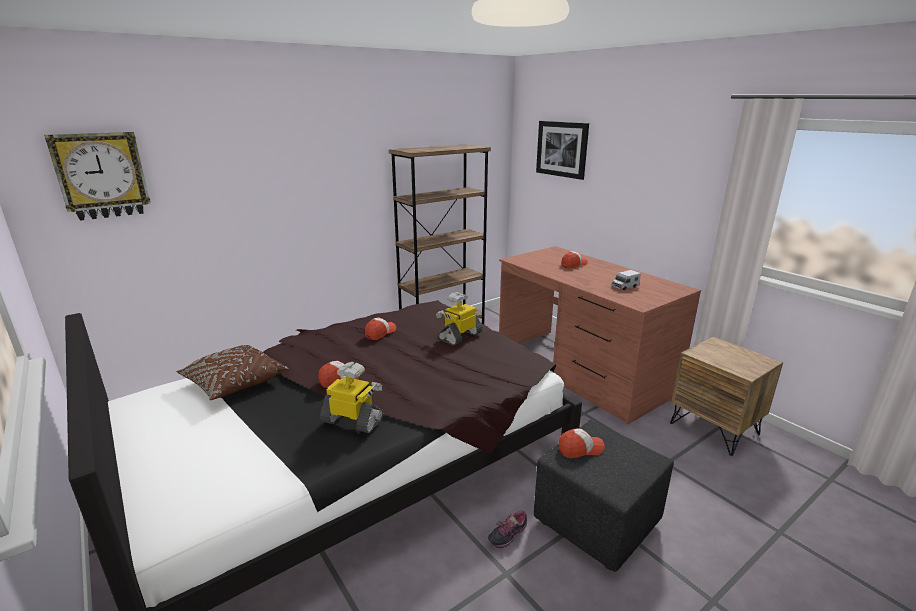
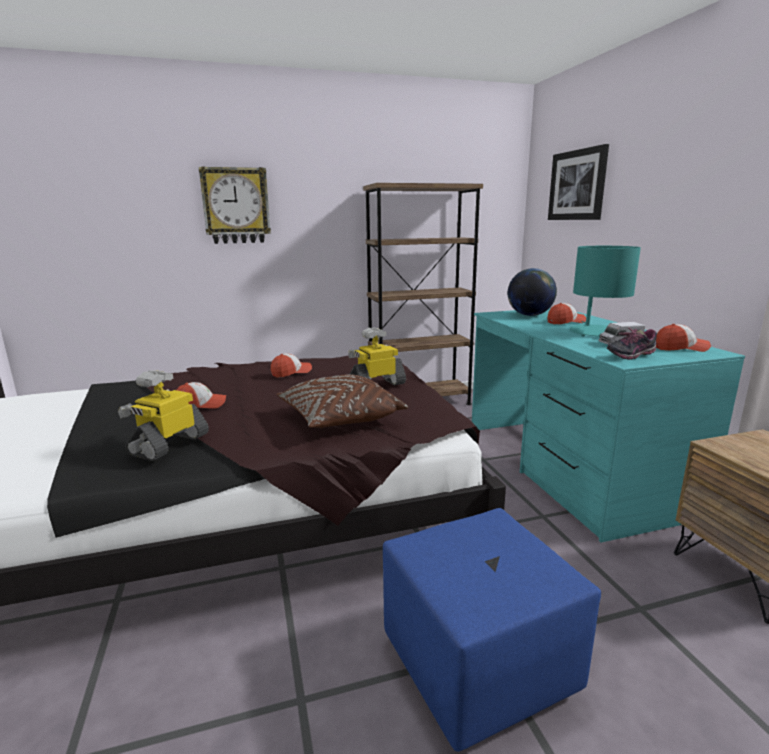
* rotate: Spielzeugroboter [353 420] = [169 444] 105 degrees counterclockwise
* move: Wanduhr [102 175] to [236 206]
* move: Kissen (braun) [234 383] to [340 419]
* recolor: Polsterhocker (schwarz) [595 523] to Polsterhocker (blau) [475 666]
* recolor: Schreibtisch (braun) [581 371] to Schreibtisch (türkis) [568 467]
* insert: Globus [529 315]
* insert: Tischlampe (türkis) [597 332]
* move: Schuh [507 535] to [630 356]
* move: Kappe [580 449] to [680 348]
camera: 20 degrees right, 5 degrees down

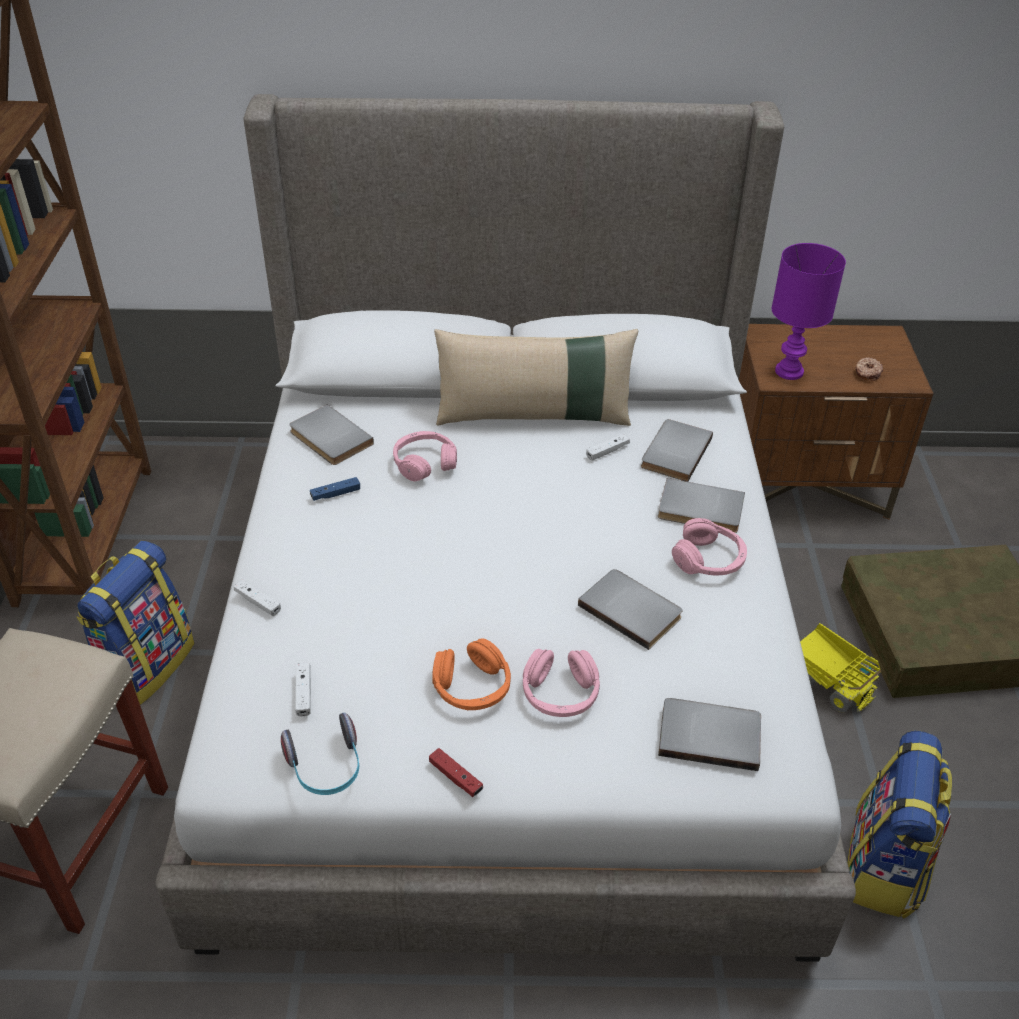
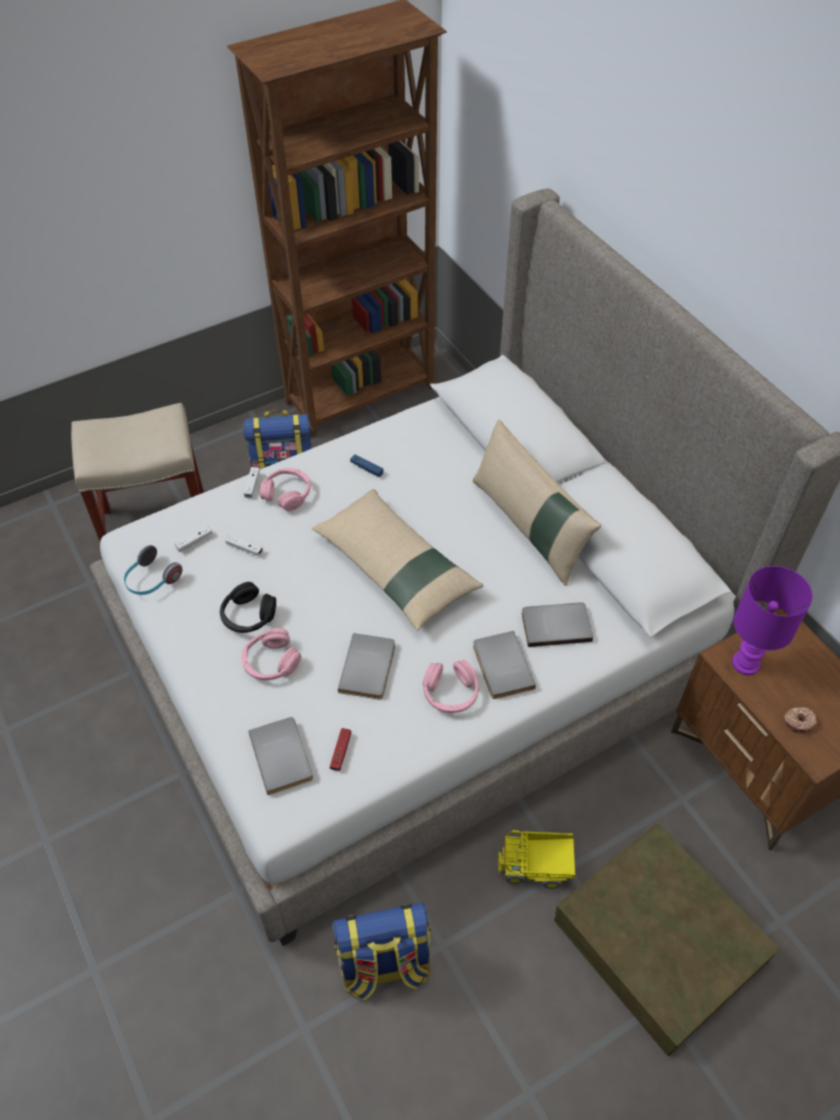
* recolor: Kopfhörer (orange) [472 687] to Kopfhörer (schwarz) [248 616]
* move: Gamepad (weiß) [607 451] to [244 548]
* move: Kopfhörer (rosa) [424 463] to [287 494]
* insert: Kissen (beige) [395 567]
* move: Gamepad (rot) [455 777] to [341 752]
* rotate: Spielzeuglaster [828 682] = [536 866] 75 degrees clockwise
* delete: Buch (grau) [328 439]
camera: 60 degrees right, 10 degrees up

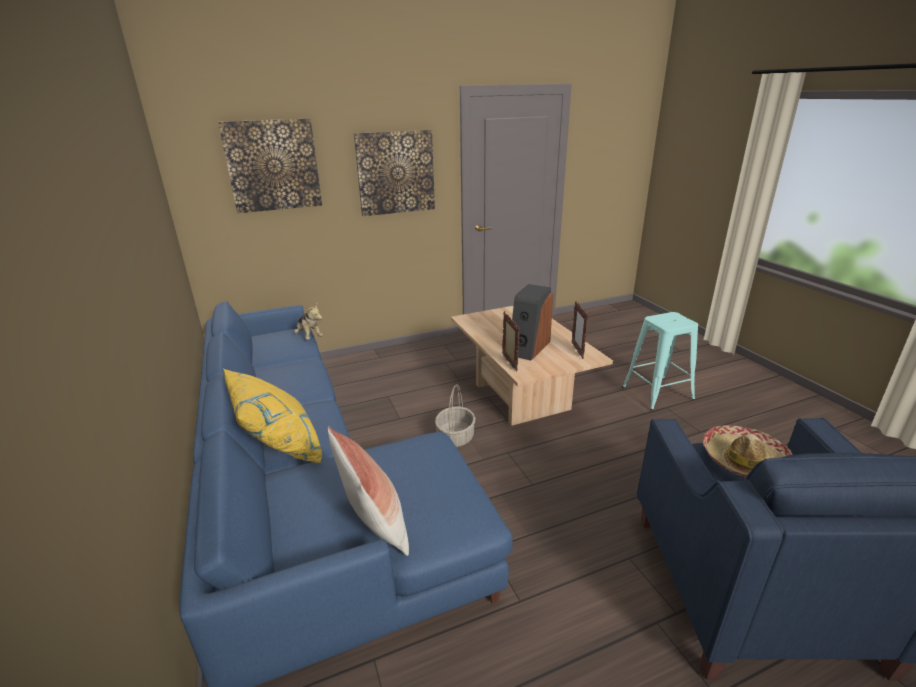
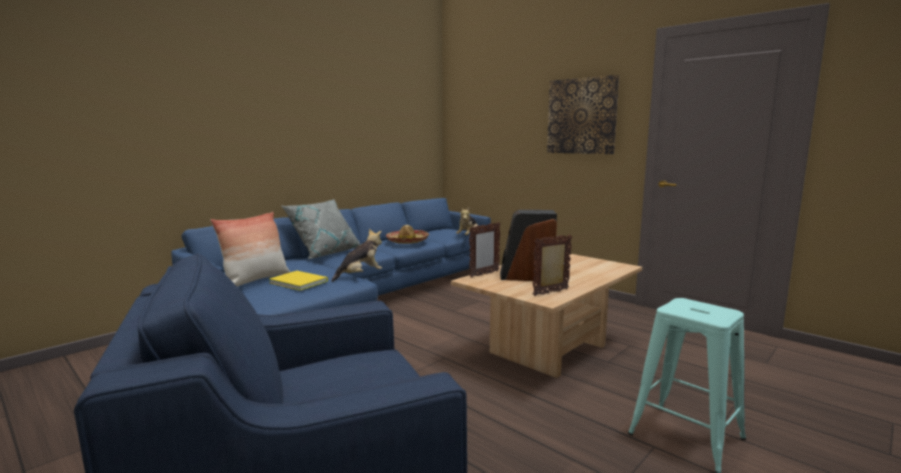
* insert: Buch (gelb) [298 281]
* recolor: Kissen (gelb) [280 447] to Kissen (grau) [325 253]
* insert: Plüschtier [360 276]
* move: Hut [744 460] to [407 241]
* delete: Bild [273 165]
* delete: Korb [455 438]
camera: 65 degrees right, 15 degrees down

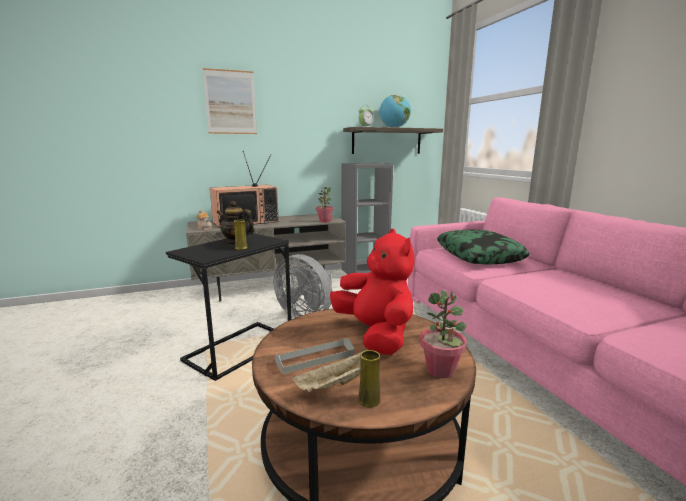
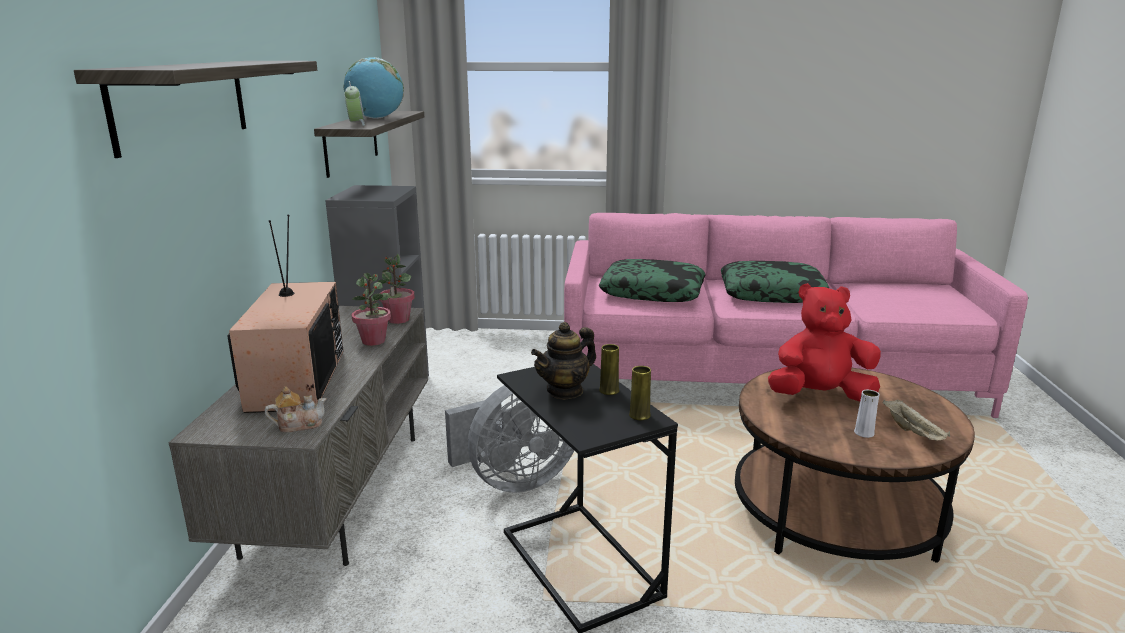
* replace: Bild [230 102] to Wandregal [182 103]
* move: Topfpflanze [440 370] to [374 341]
* move: Vase (gelb) [369 400] to [639 415]
* insert: Kissen [772 293]
* replace: Tablett (grau) [315 358] to Vase (weiß) [864 433]
camera: 65 degrees left, 5 degrees up

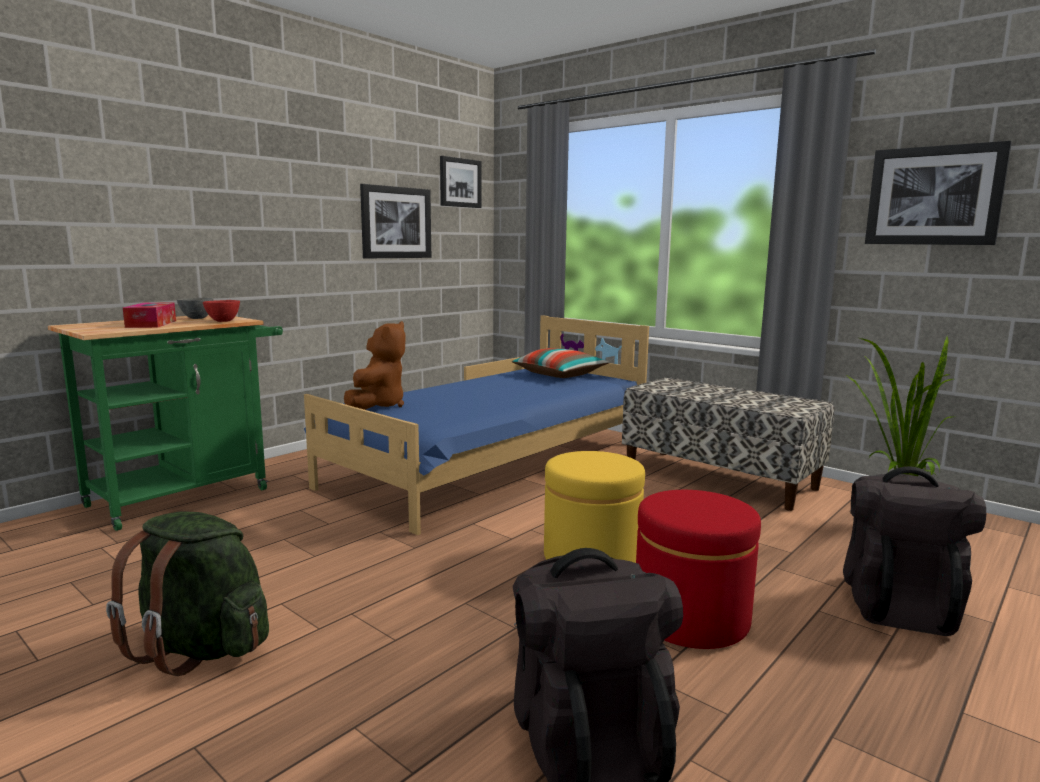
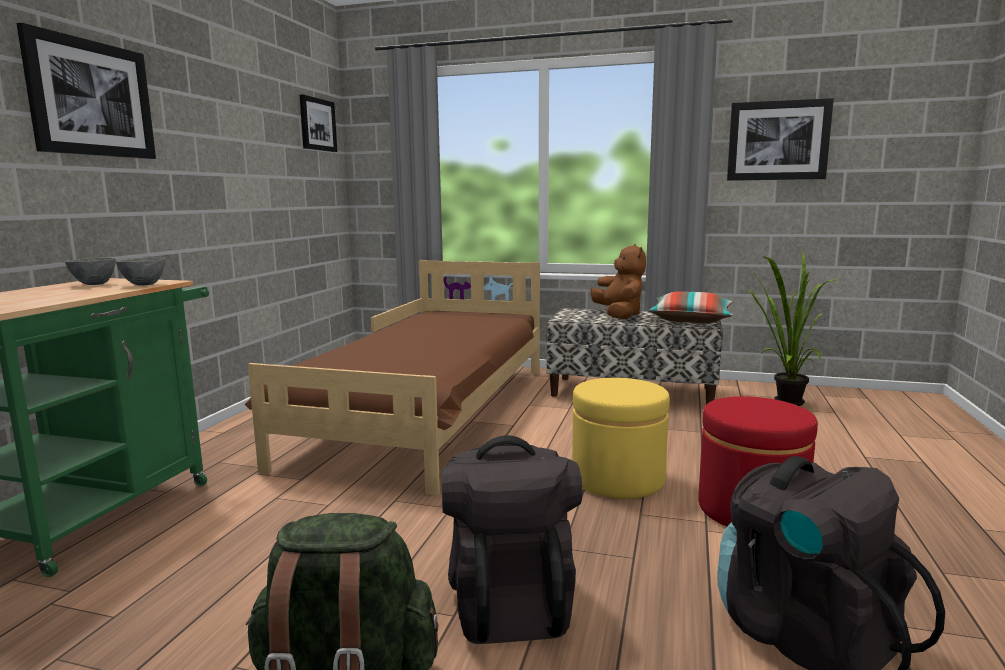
* move: Bild [396 222] to [91 98]
* recolor: Schüssel (rot) [222 321] to Schüssel (grau) [144 285]
* recolor: Bett (blau) [493 465] to Bett (braun) [429 413]
* move: Rucksack (schwarz) [898 604] to [509 601]
* move: Plüschtier (braun) [377 405] to [619 315]
* move: Kissen [559 375] to [690 320]
* delete: Taschentuchbox [151 324]
camera: 25 degrees left, 0 degrees up

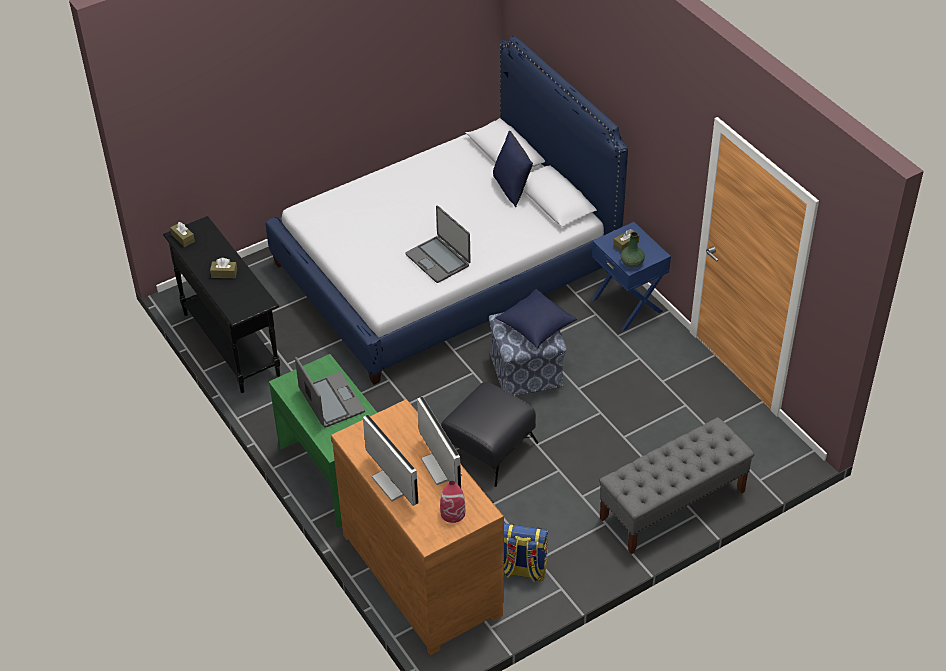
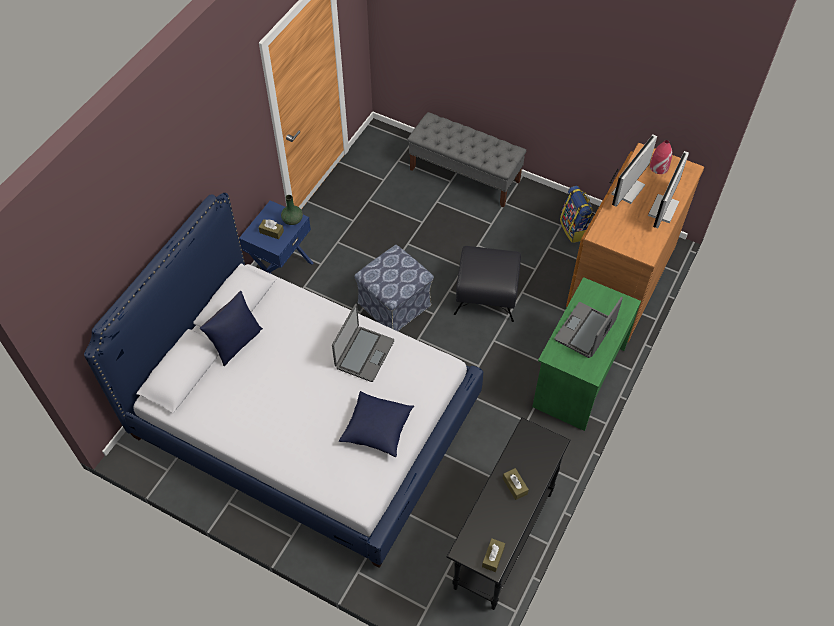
* move: Kissen (blau) [535 327] to [377 429]
camera: 120 degrees left, 10 degrees up

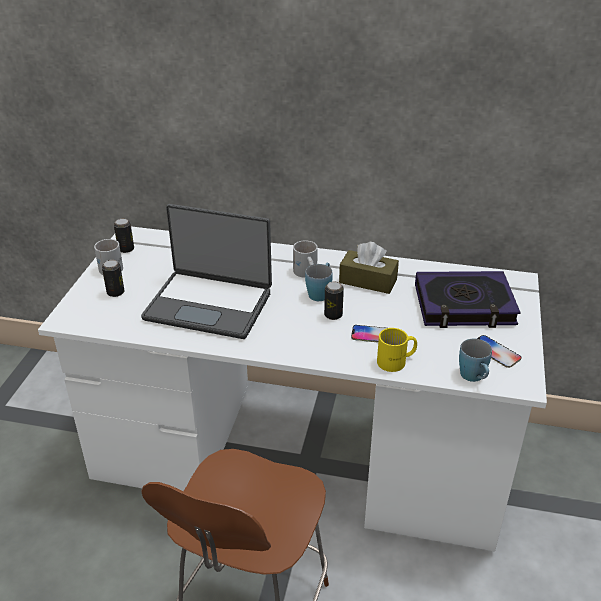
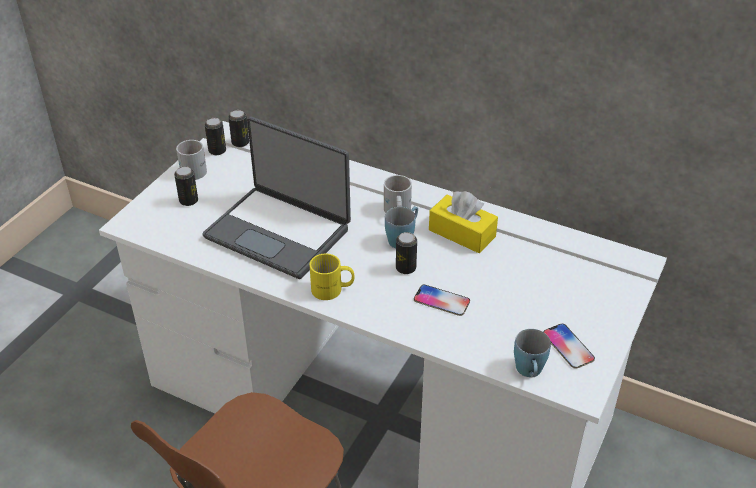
* insert: Dose [240 143]
* move: Henkelbecher (gelb) [397 361] to [332 290]
* recolor: Taschentuchbox (braun) [368 281] to Taschentuchbox (gelb) [462 233]
* delete: Buch [464 305]
camera: 15 degrees right, 5 degrees up

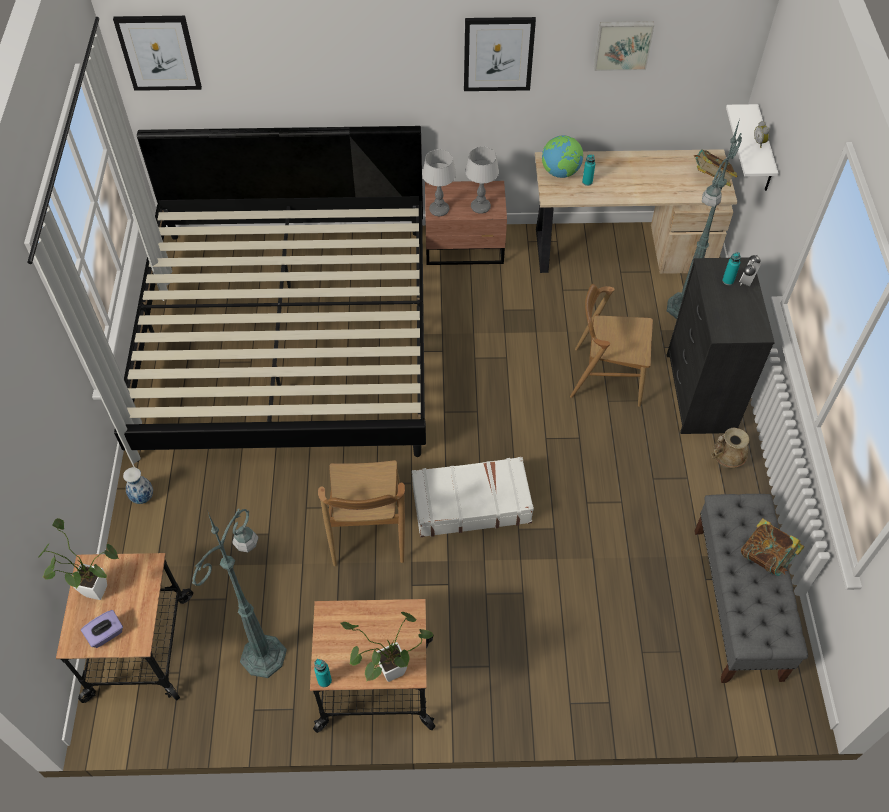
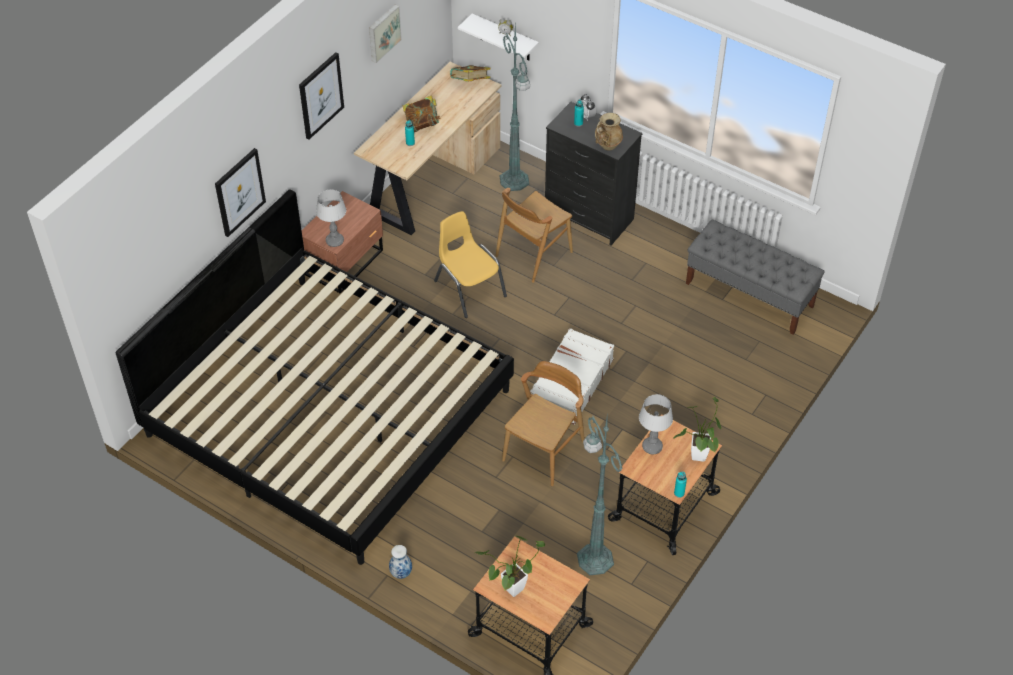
* move: Bild [159 52] to [239 192]
* move: Buch [766 557] to [422 124]
* insert: Stuhl (gelb) [469 288]
* rotate: Stuhl (braun) [367 530] = [544 451] 90 degrees counterclockwise
* move: Vase (beige) [726 460] to [607 146]
* move: Tischlampe [481 207] to [652 446]
* delete: Taschentuchbox (lila) [106 634]
* delete: Globus [560 172]
camera: 55 degrees left, 5 degrees down

